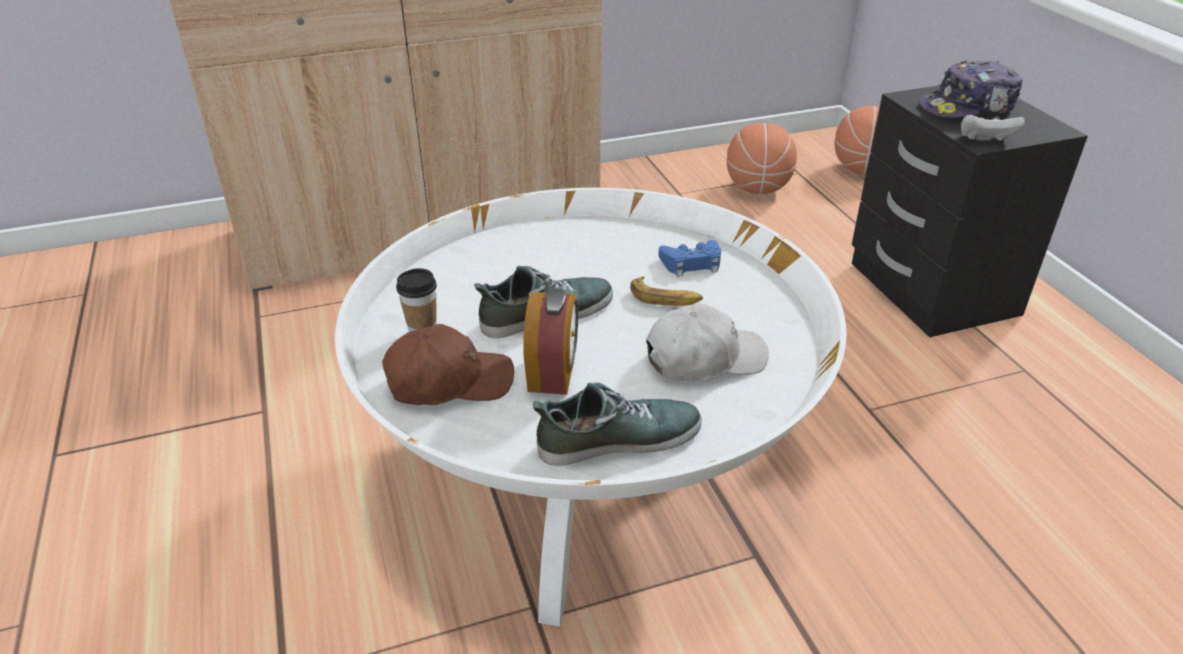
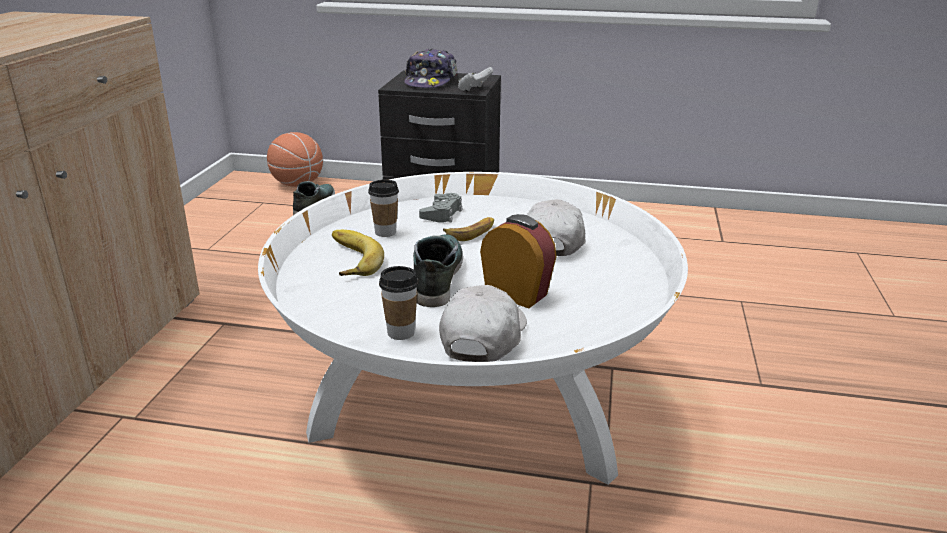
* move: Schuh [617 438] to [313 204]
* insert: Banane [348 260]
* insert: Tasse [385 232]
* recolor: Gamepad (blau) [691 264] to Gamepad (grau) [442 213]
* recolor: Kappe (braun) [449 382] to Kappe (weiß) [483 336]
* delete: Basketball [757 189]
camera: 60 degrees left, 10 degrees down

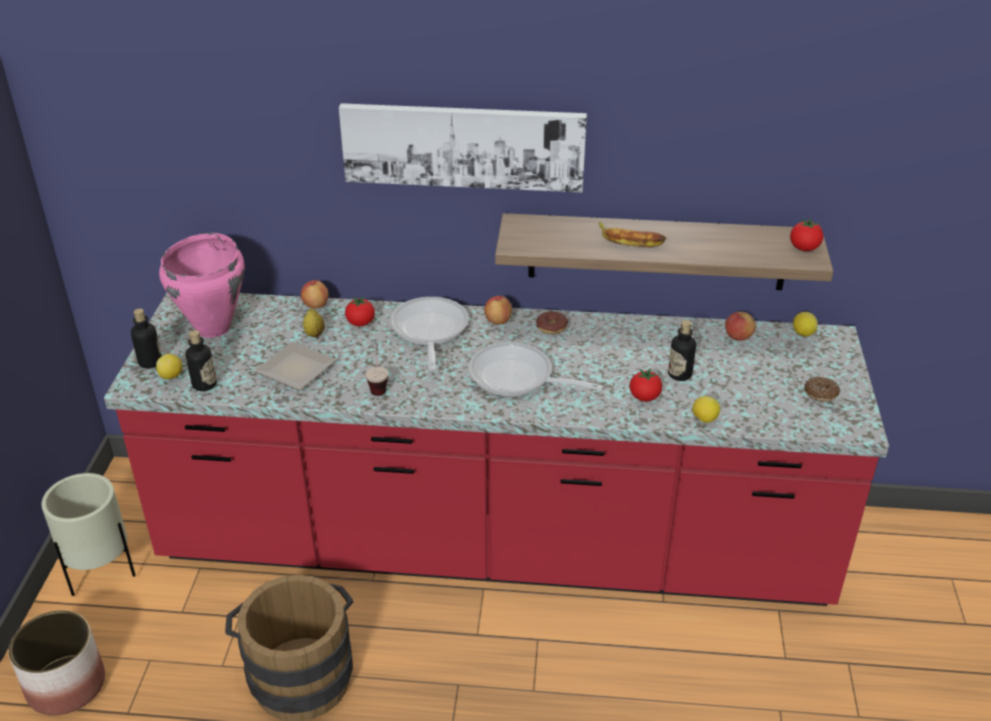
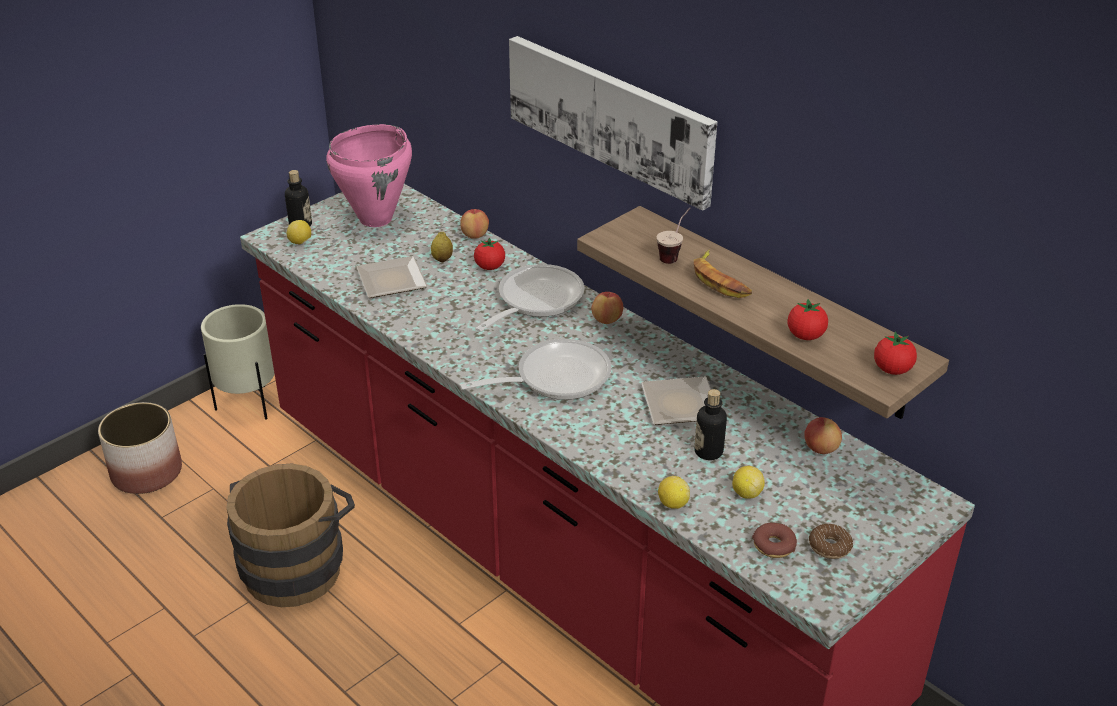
* rotate: Pfanne [517 378] = [554 377] 90 degrees clockwise
* insert: Teller [683 406]
* move: Tasse [378 385] to [674 254]
* move: Zitrone [803 333] to [746 493]
* move: Donut [551 327] to [773 546]
* move: Tomate [644 397] to [805 336]
* delete: Flasche [204 384]
camera: 40 degrees right, 0 degrees up

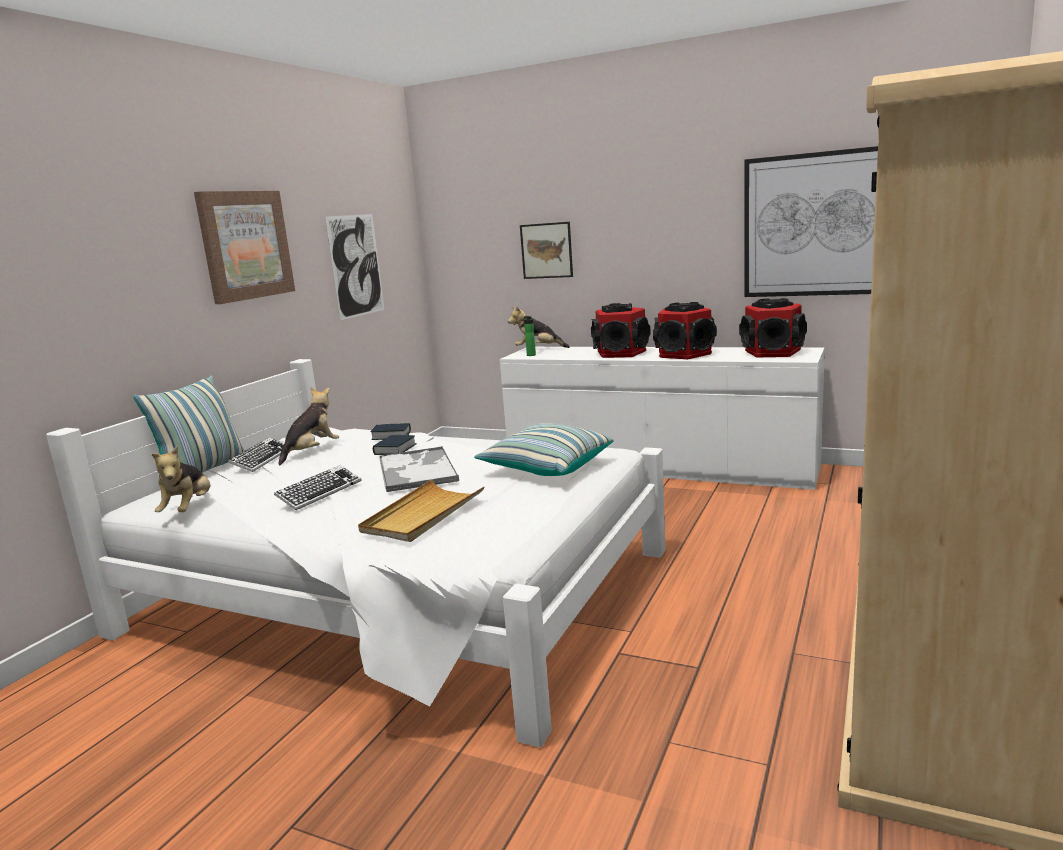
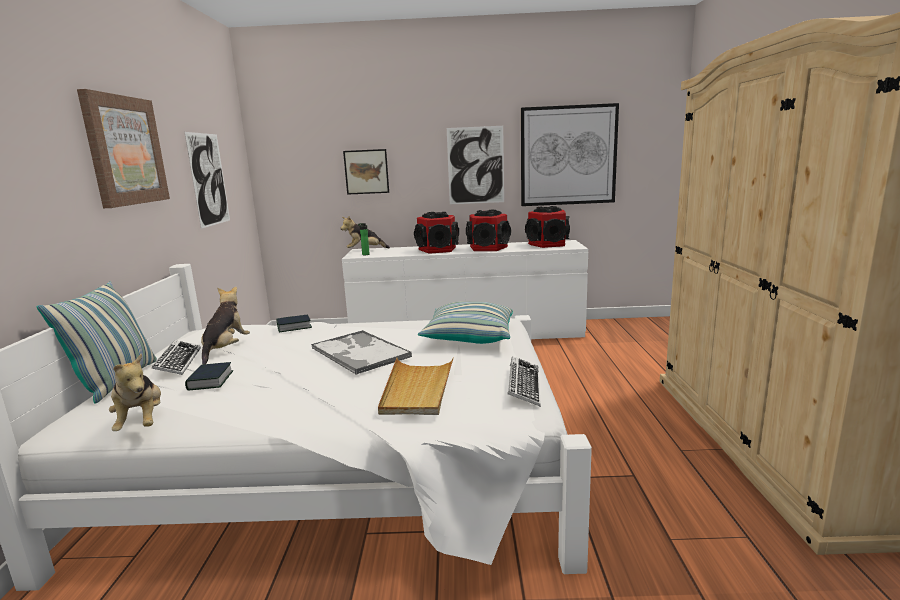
* move: Buch [395 449] to [210 381]
* insert: Bild [475 165]
* move: Tastatur [320 492] to [524 385]
camera: 25 degrees left, 0 degrees up

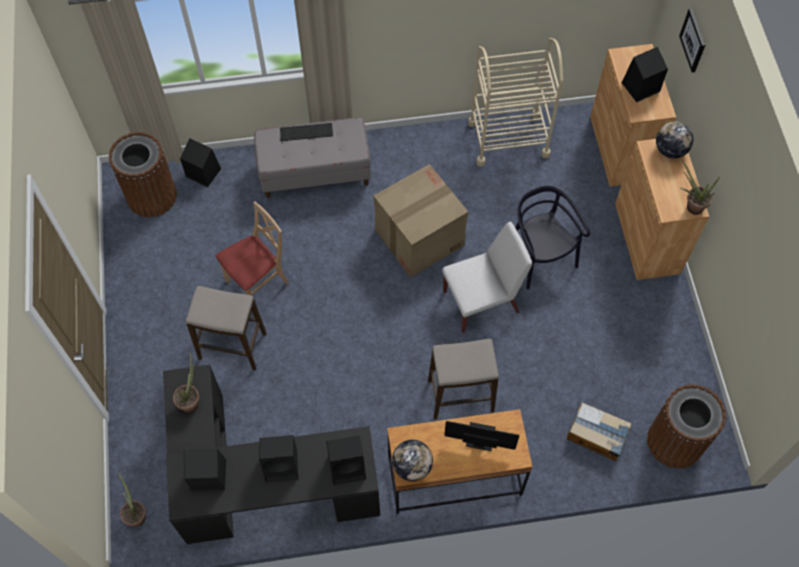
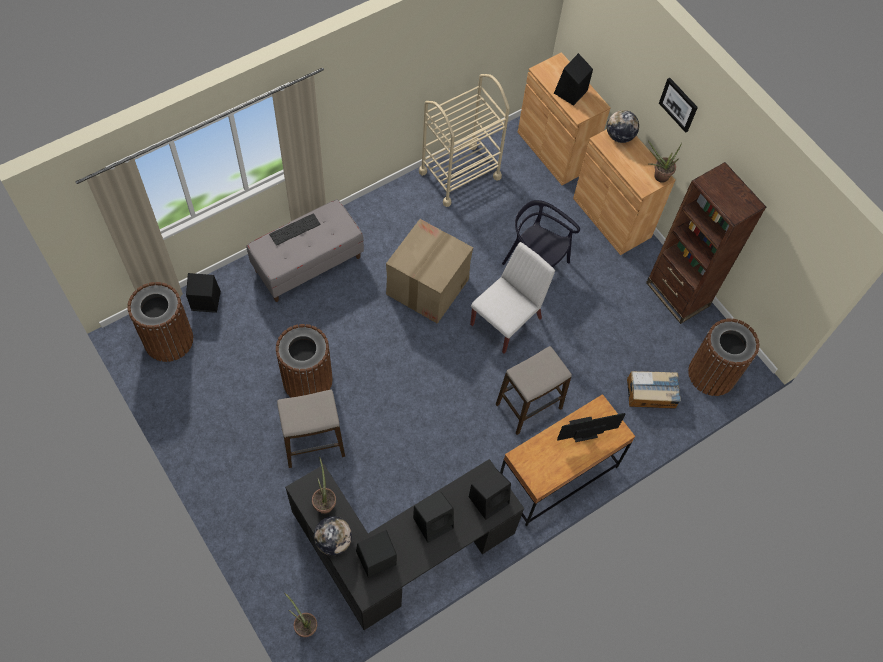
* replace: Stuhl (beige) [258 283] to Mülleimer (braun) [307 380]
* move: Globus [412 466] to [333 541]
* insert: Bücherregal (braun) [677 294]
* move: Bild [693 40] to [679 104]
camera: 30 degrees left, 0 degrees up

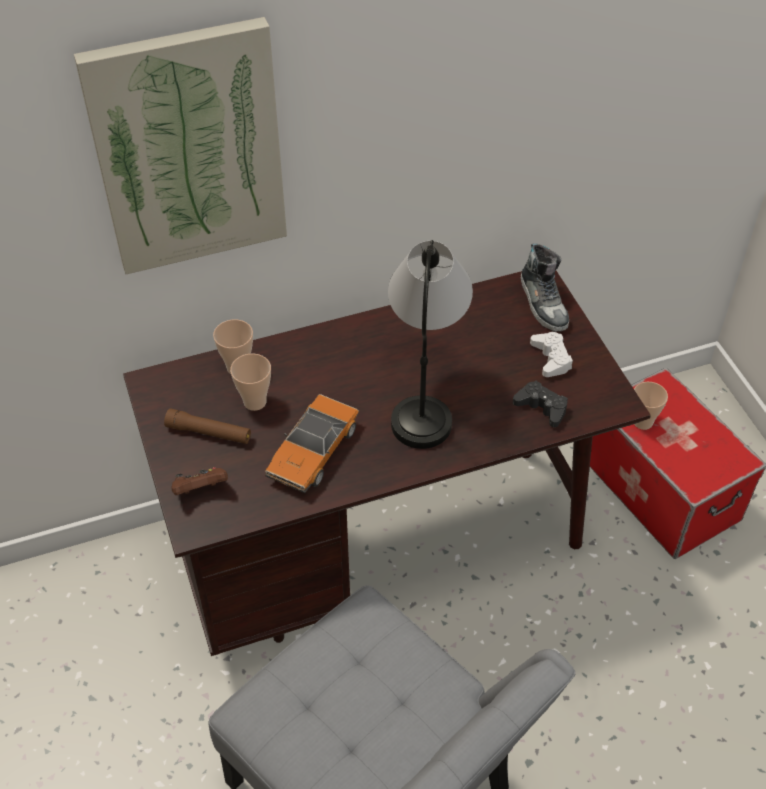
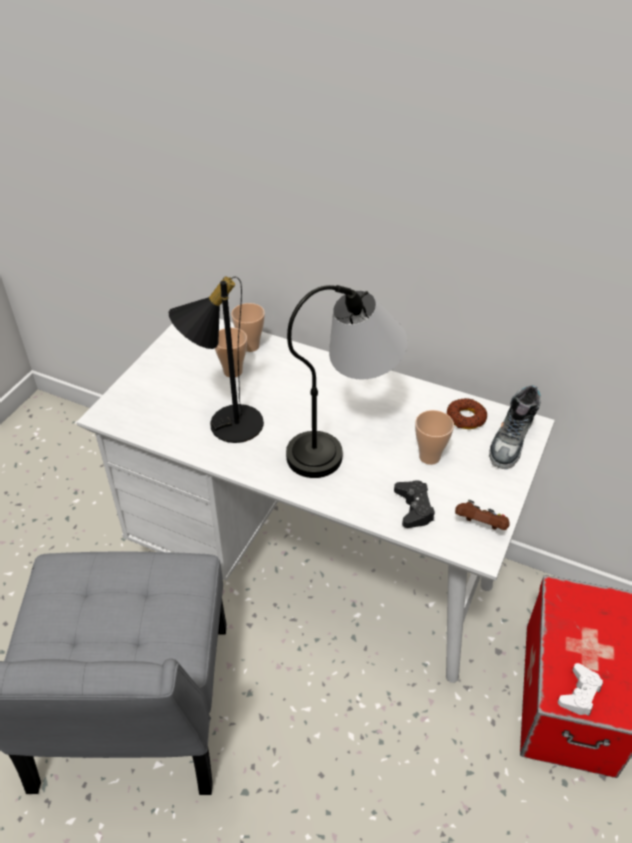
* recolor: Schreibtisch (braun) [383 547] to Schreibtisch (weiß) [316 568]
* replace: Spielzeugauto [313 452] to Tischlampe (schwarz) [225 423]
* move: Tasse [643 422] to [429 457]
* insert: Donut [466 418]
* move: Gamepad (braun) [200 490] to [480 525]
* move: Gamepad (weiß) [551 358] to [579 693]
* delete: Bild [188 149]
* delete: Taschenlampe (braun) [209 433]
camera: 45 degrees right, 5 degrees down

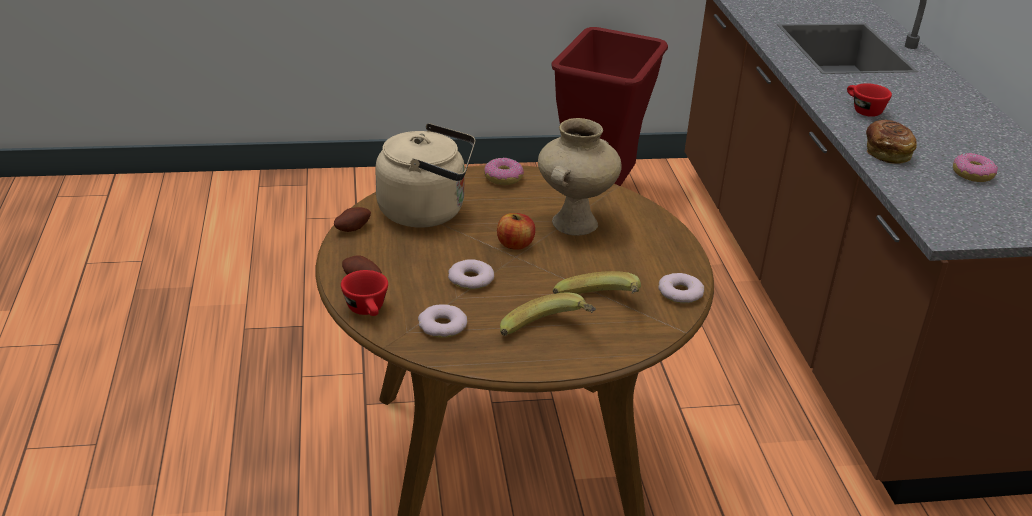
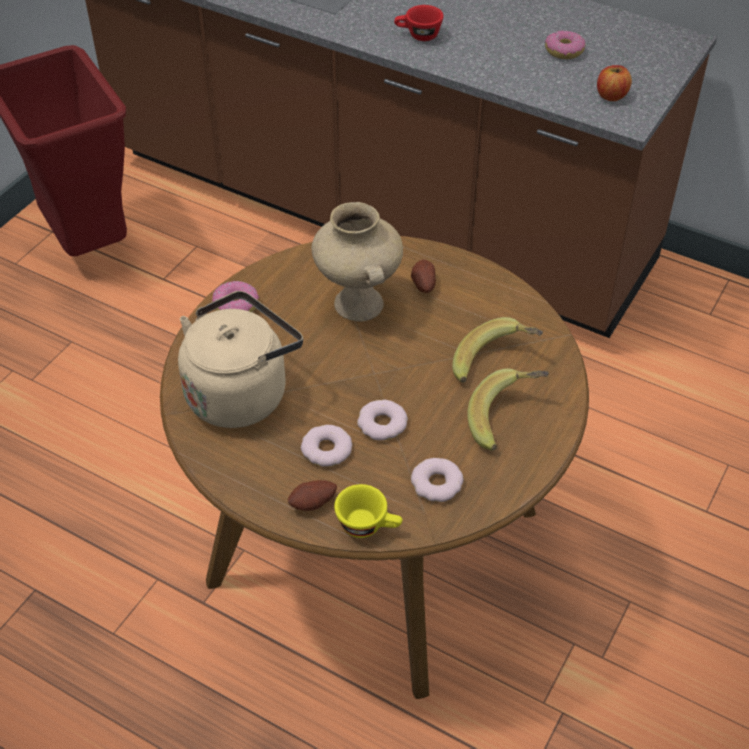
* move: Donut [680 293] to [326 449]
* recolor: Tasse (rot) [368 311] to Tasse (gelb) [369 525]
* move: Kartoffel [352 228] to [423 285]
* move: Apfel [515 244] to [611 96]
* delete: Brot [887 153]
camera: 50 degrees left, 15 degrees up

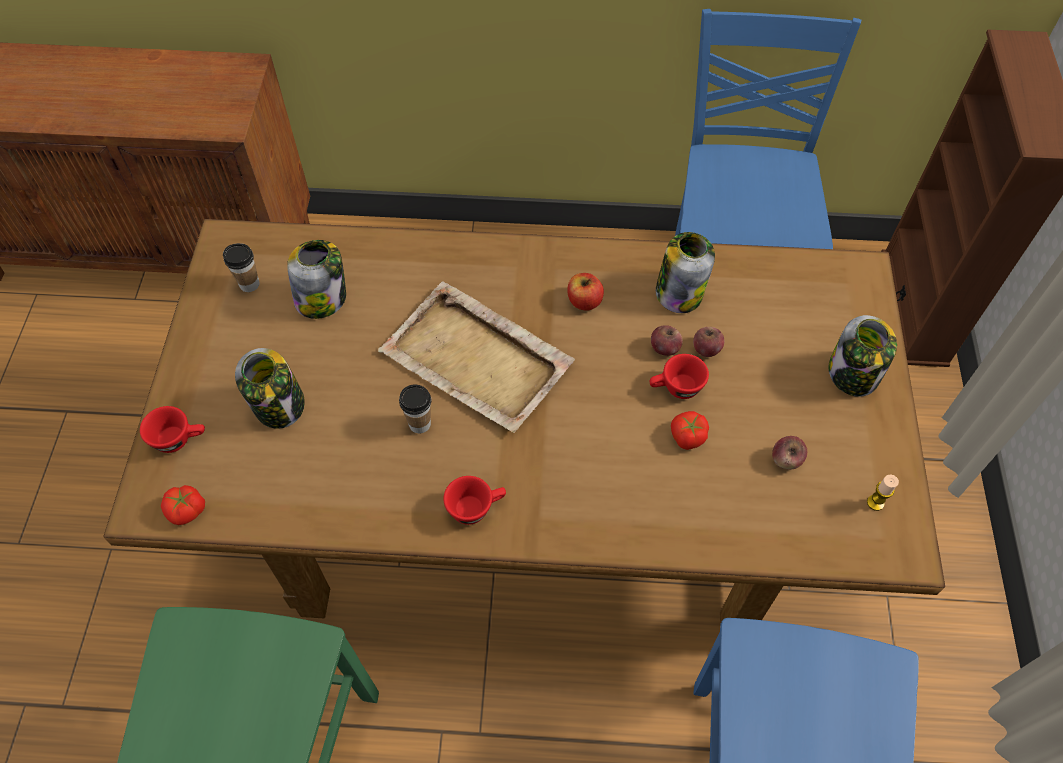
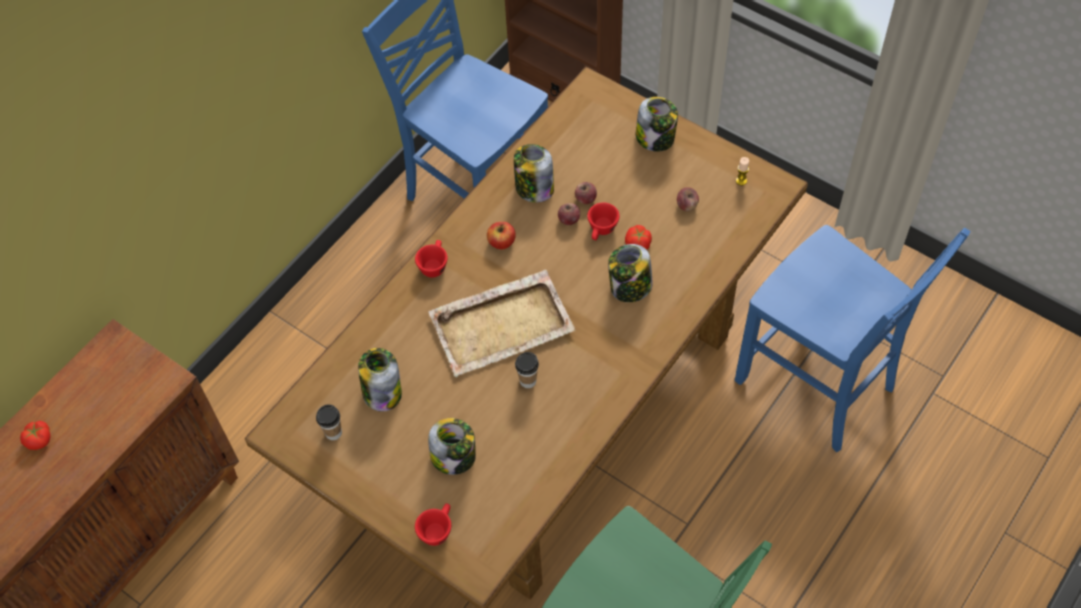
* move: Tomate [187 510] to [39 440]
* move: Tasse (rot) [476 507] to [434 265]
* insert: Vorratsglas [630 287]
camera: 55 degrees left, 0 degrees up

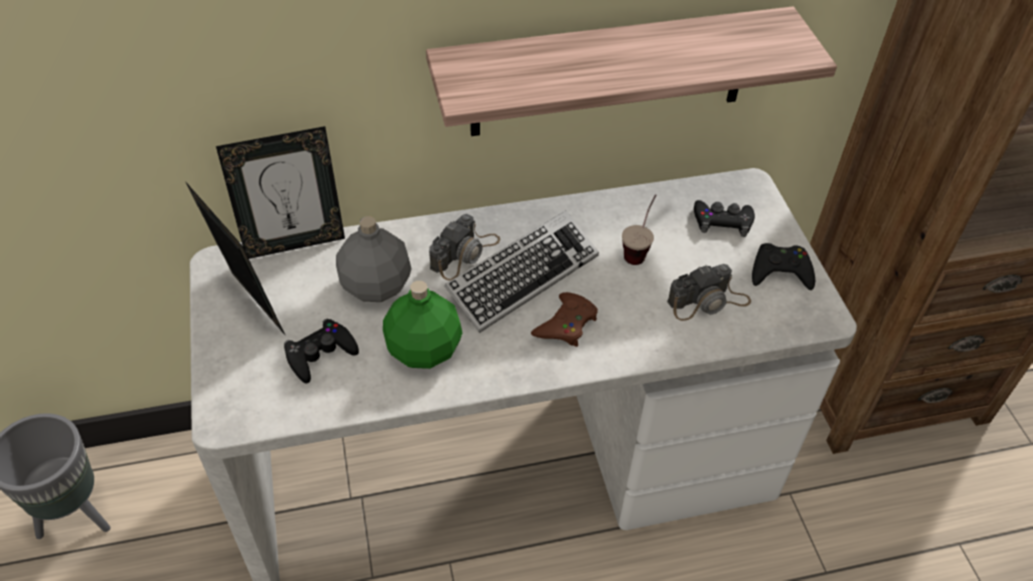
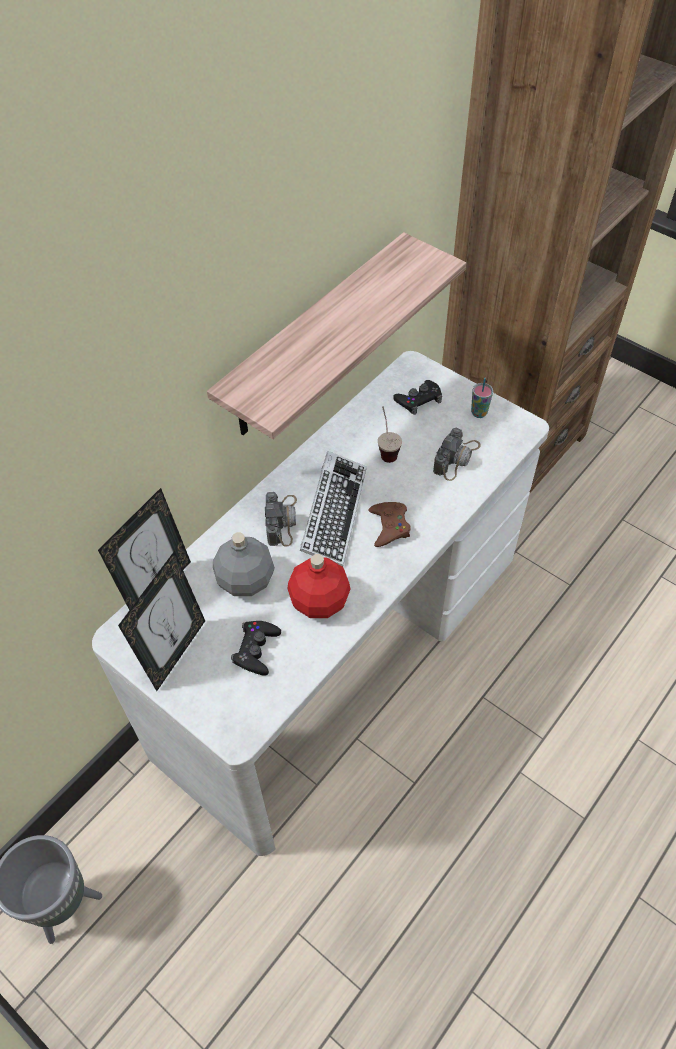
* rotate: Bilderrahmen [250 308] = [175 652] 105 degrees clockwise
* recolor: Flasche (grün) [425 349] to Flasche (rot) [320 600]
* replace: Gamepad (schwarz) [780 271] to Tasse [479 413]
camera: 35 degrees left, 5 degrees up

